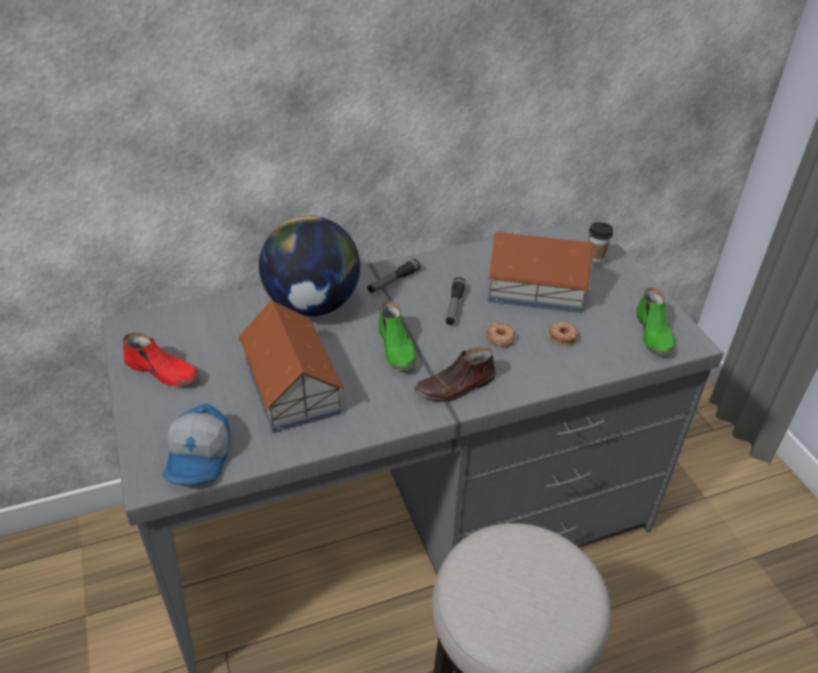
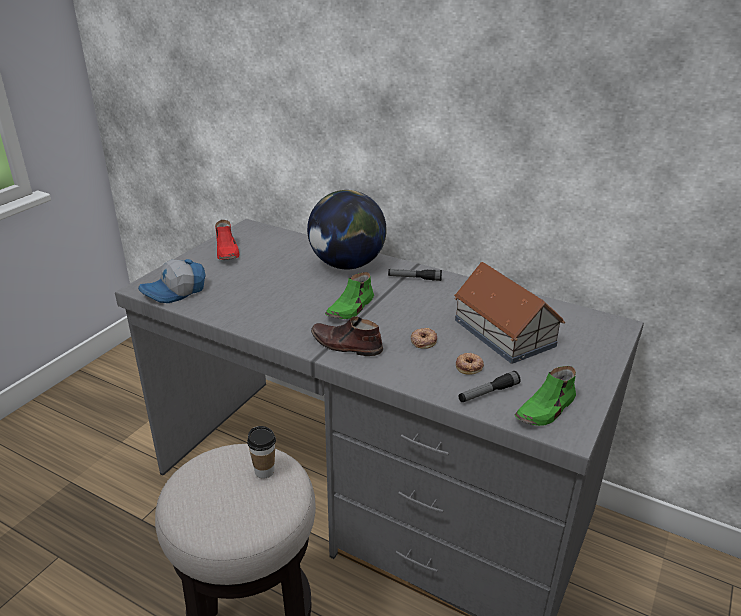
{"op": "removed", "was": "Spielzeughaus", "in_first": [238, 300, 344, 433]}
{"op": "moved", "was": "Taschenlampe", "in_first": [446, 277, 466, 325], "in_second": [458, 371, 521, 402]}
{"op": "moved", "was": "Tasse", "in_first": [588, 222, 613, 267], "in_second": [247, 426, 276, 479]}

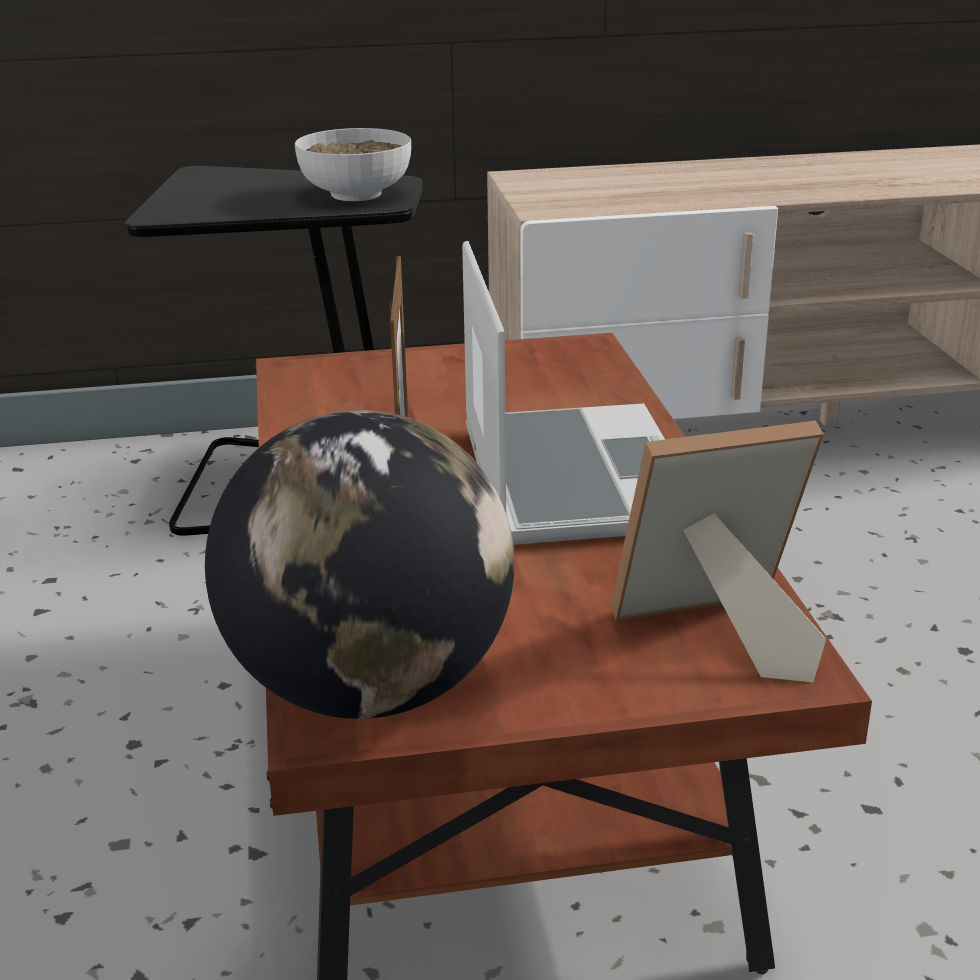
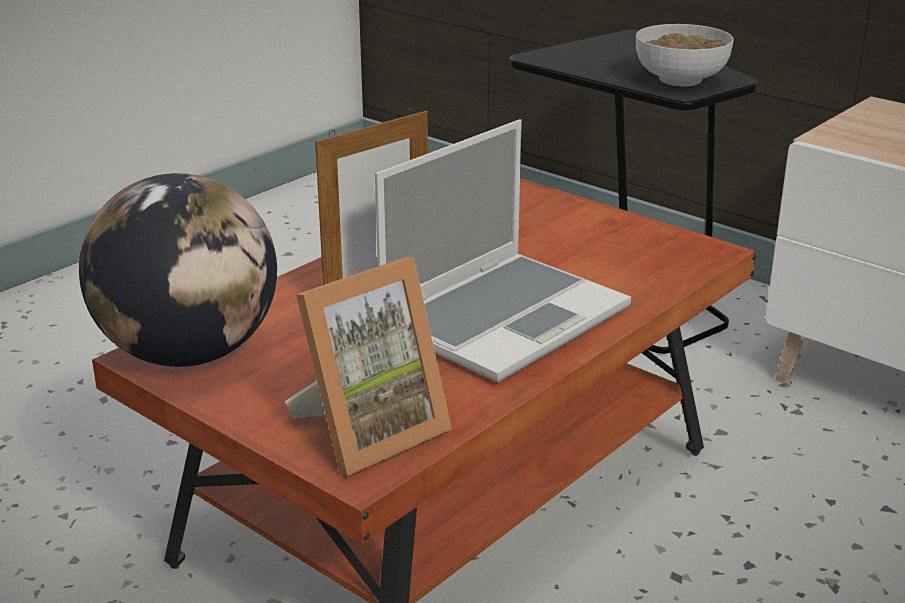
{"op": "turned", "was": "Bilderrahmen", "in_first": [610, 420, 826, 682], "in_second": [284, 257, 452, 476], "clockwise": 105}

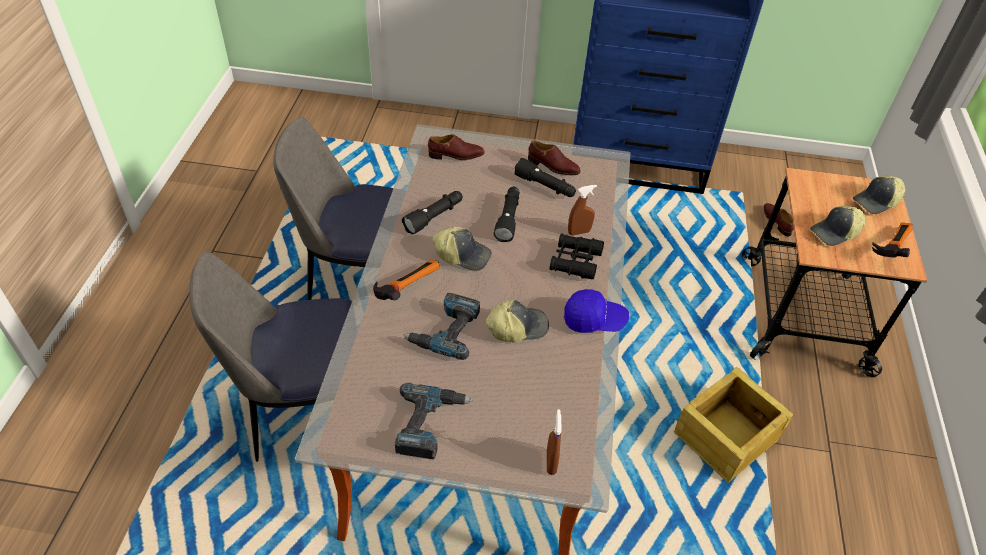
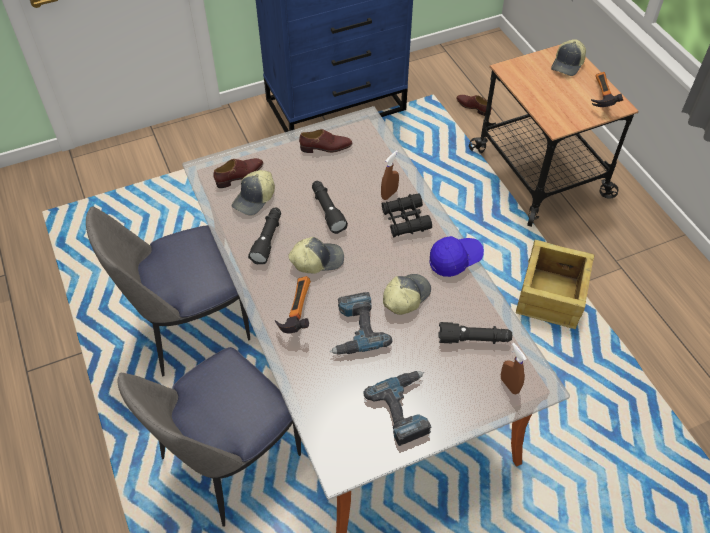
{"op": "moved", "was": "Taschenlampe (schwarz)", "in_first": [514, 158, 576, 197], "in_second": [439, 322, 512, 344]}
{"op": "moved", "was": "Kappe", "in_first": [810, 206, 865, 246], "in_second": [232, 170, 275, 216]}

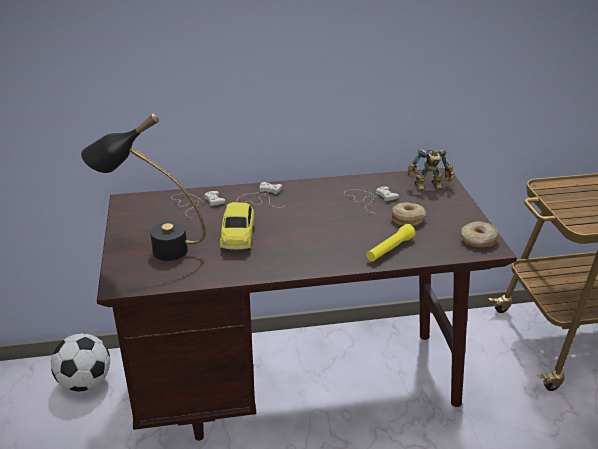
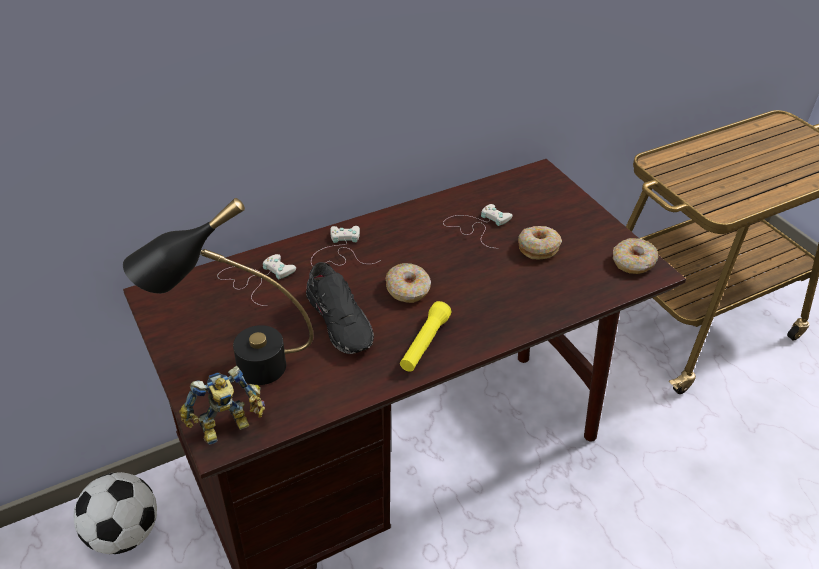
{"op": "added", "now": "Donut", "in_second": [385, 263, 431, 303]}
{"op": "moved", "was": "Taschenlampe (gelb)", "in_first": [366, 224, 416, 262], "in_second": [400, 301, 451, 372]}
{"op": "moved", "was": "Spielzeugroboter", "in_first": [407, 149, 455, 191], "in_second": [179, 366, 265, 445]}
{"op": "replaced", "was": "Spielzeugauto", "now": "Schuh (schwarz)", "in_first": [220, 202, 254, 250], "in_second": [306, 262, 374, 354]}

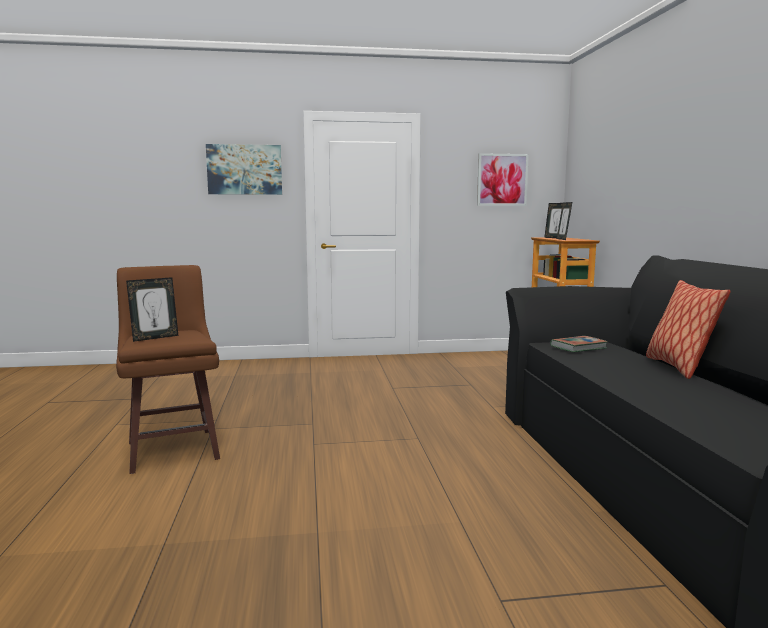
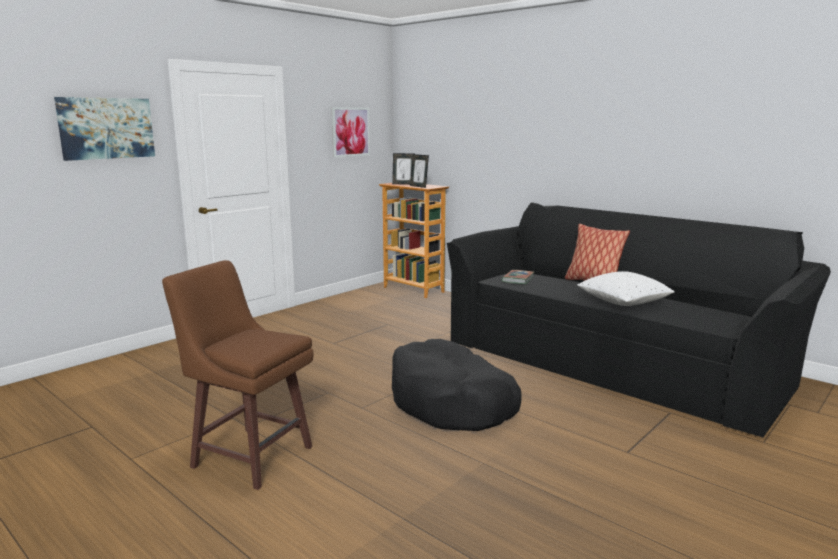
{"op": "removed", "was": "Bilderrahmen", "in_first": [126, 277, 178, 342]}
{"op": "added", "now": "Hundebett (schwarz)", "in_second": [392, 339, 522, 431]}
{"op": "added", "now": "Kissen (weiß)", "in_second": [577, 271, 675, 306]}

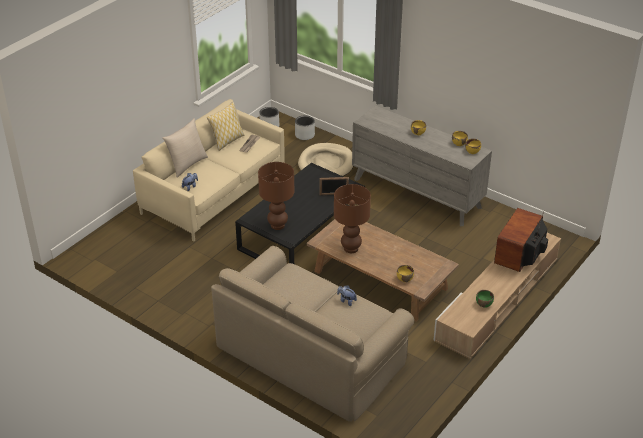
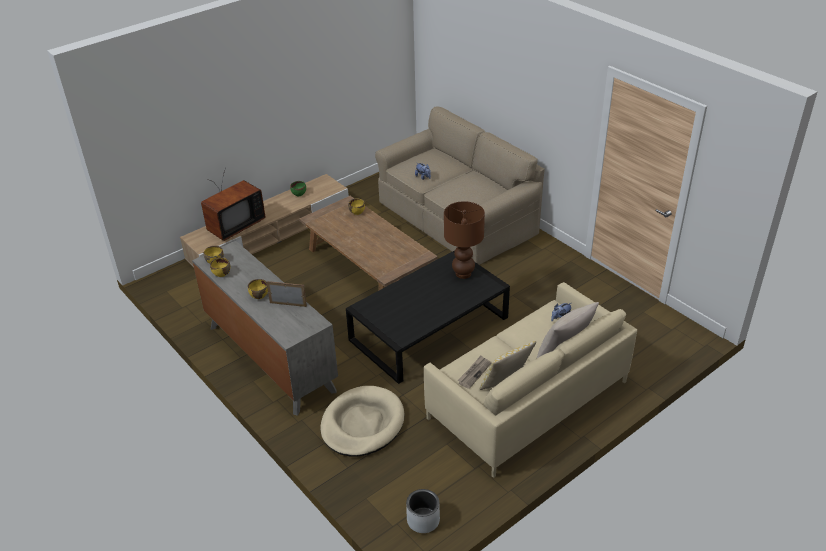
{"op": "removed", "was": "Pflanzkübel (grau)", "in_first": [295, 115, 315, 140]}
{"op": "removed", "was": "Tischlampe (braun)", "in_first": [334, 184, 371, 253]}
{"op": "moved", "was": "Bilderrahmen", "in_first": [320, 177, 349, 195], "in_second": [267, 281, 307, 307]}

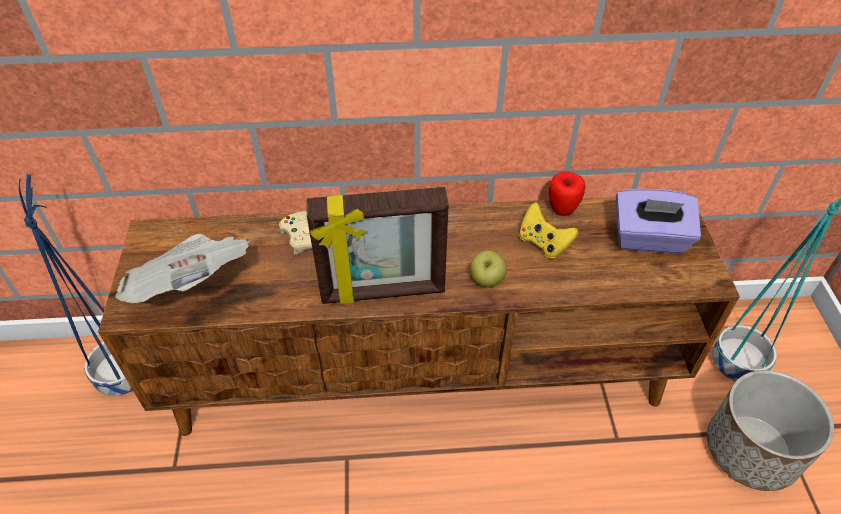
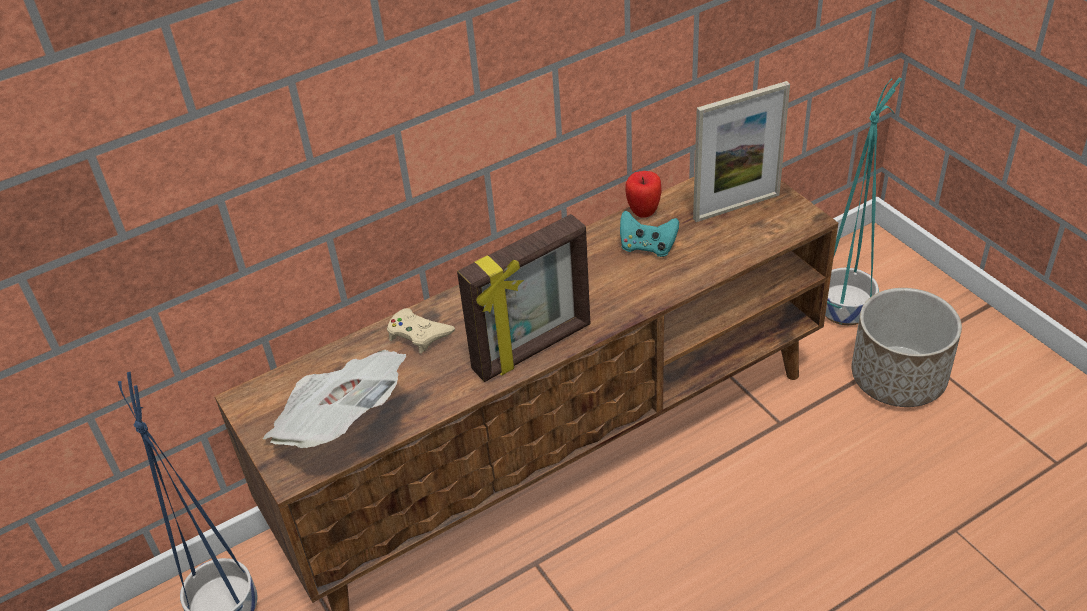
{"op": "removed", "was": "Apfel", "in_first": [470, 250, 507, 287]}
{"op": "replaced", "was": "Taschentuchbox (lila)", "now": "Bilderrahmen", "in_first": [616, 189, 701, 254], "in_second": [693, 81, 790, 222]}
{"op": "recoloured", "was": "Gamepad (gelb)", "now": "Gamepad (türkis)", "in_first": [519, 202, 578, 258], "in_second": [620, 211, 679, 257]}

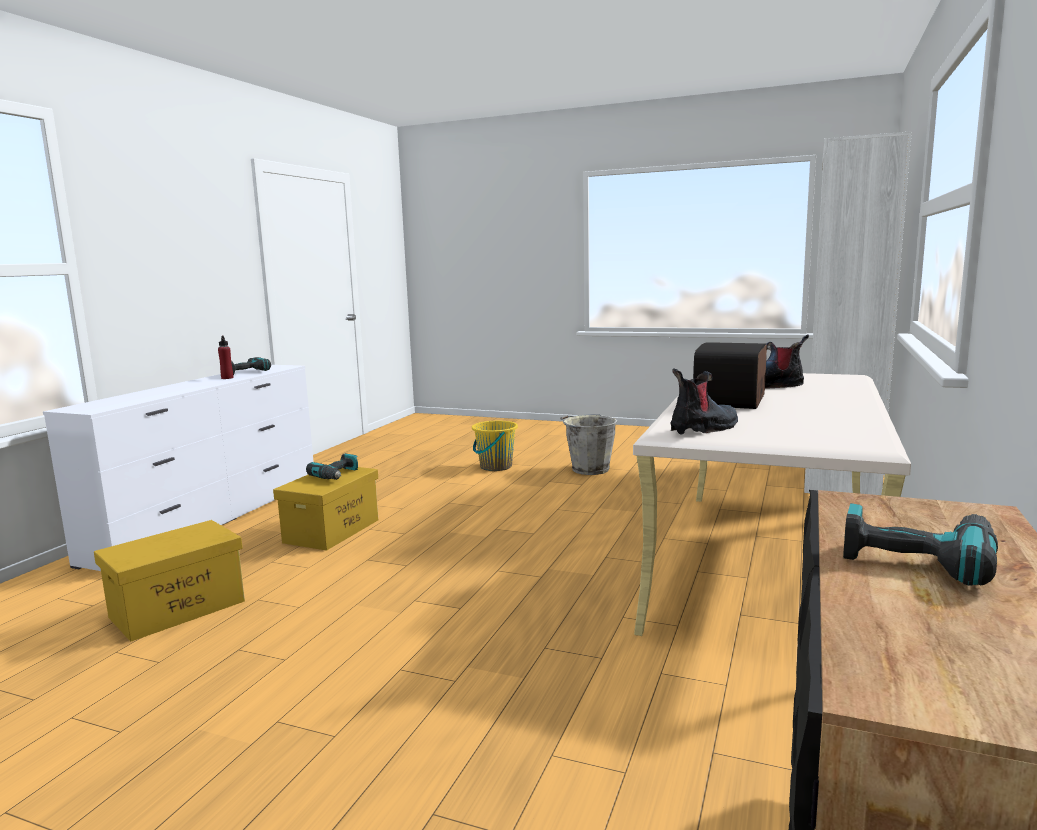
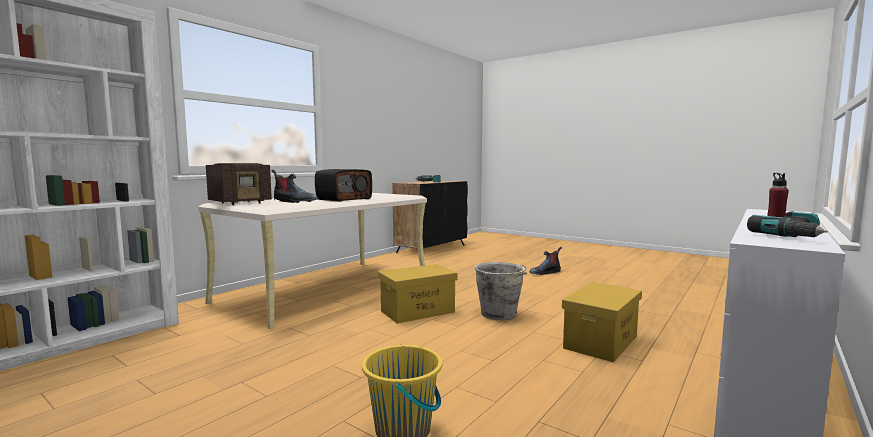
{"op": "removed", "was": "Bohrmaschine", "in_first": [306, 453, 358, 480]}
{"op": "added", "now": "Radio", "in_second": [206, 163, 272, 205]}
{"op": "moved", "was": "Aufbewahrungsbox (gelb)", "in_first": [94, 520, 245, 642], "in_second": [378, 264, 458, 324]}
{"op": "moved", "was": "Eimer (grau)", "in_first": [560, 414, 617, 475], "in_second": [474, 262, 527, 320]}
{"op": "moved", "was": "Stiefel", "in_first": [670, 368, 738, 435], "in_second": [530, 247, 562, 275]}

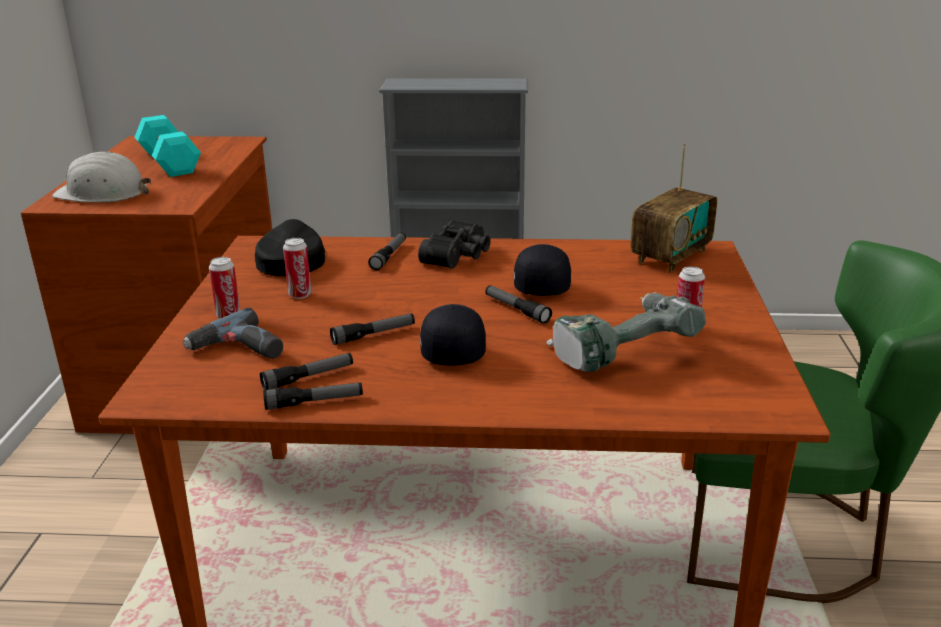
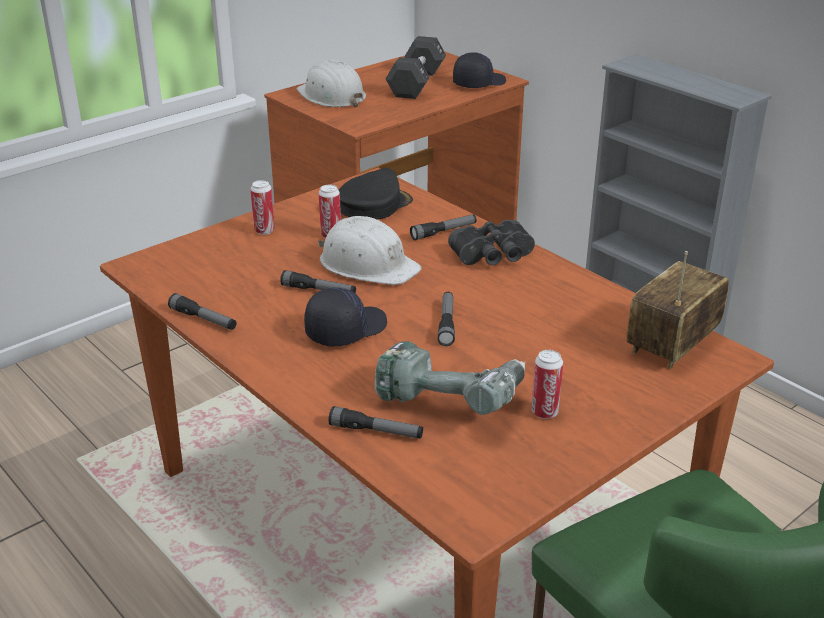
{"op": "removed", "was": "Bohrmaschine", "in_first": [182, 308, 283, 359]}
{"op": "added", "now": "Schutzhelm (weiß)", "in_second": [318, 216, 422, 285]}
{"op": "moved", "was": "Taschenlampe", "in_first": [260, 353, 353, 390], "in_second": [328, 406, 423, 439]}
{"op": "moved", "was": "Kappe (schwarz)", "in_first": [514, 244, 571, 296], "in_second": [453, 52, 506, 88]}
{"op": "recoloured", "was": "Hantel (türkis)", "now": "Hantel (schwarz)", "in_first": [134, 115, 201, 177], "in_second": [385, 36, 446, 99]}
{"op": "turned", "was": "Radio", "in_first": [631, 143, 717, 273], "in_second": [626, 251, 729, 369], "clockwise": 135}

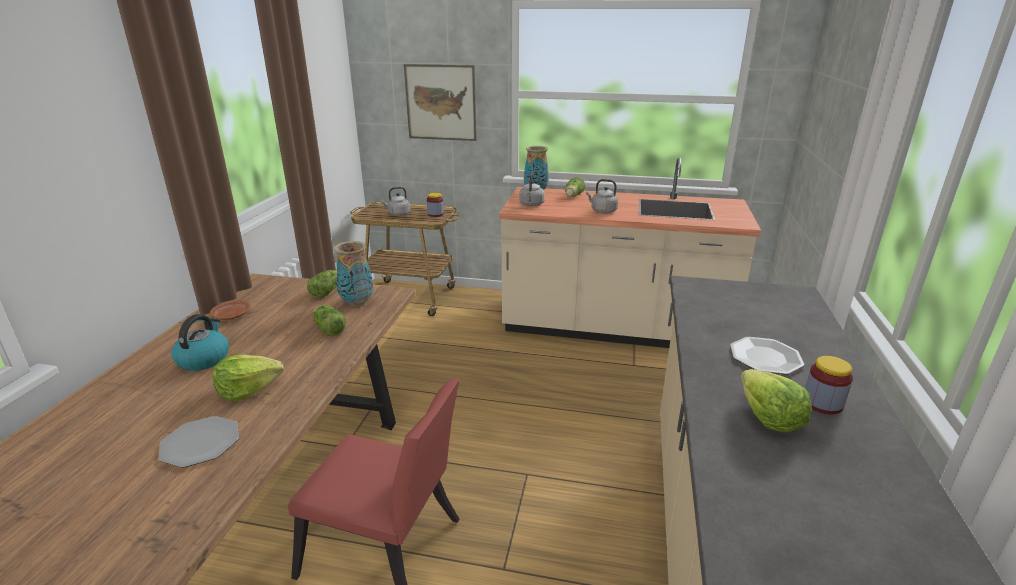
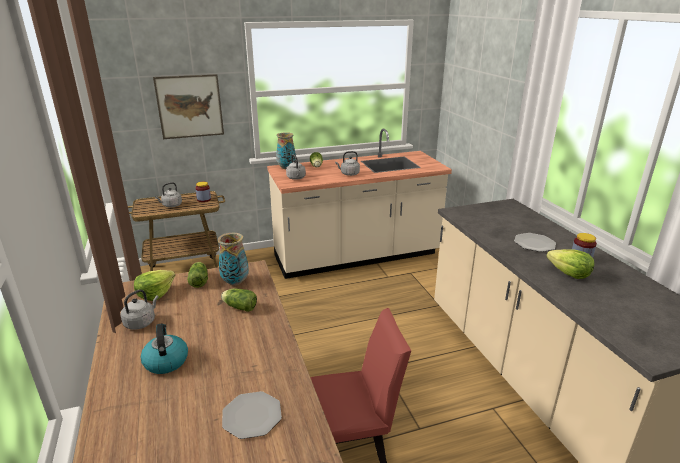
{"op": "moved", "was": "Salatkopf", "in_first": [212, 355, 284, 401], "in_second": [134, 270, 176, 301]}
{"op": "replaced", "was": "Teller (braun)", "now": "Wasserkessel (grau)", "in_first": [210, 300, 250, 320], "in_second": [120, 289, 159, 330]}

